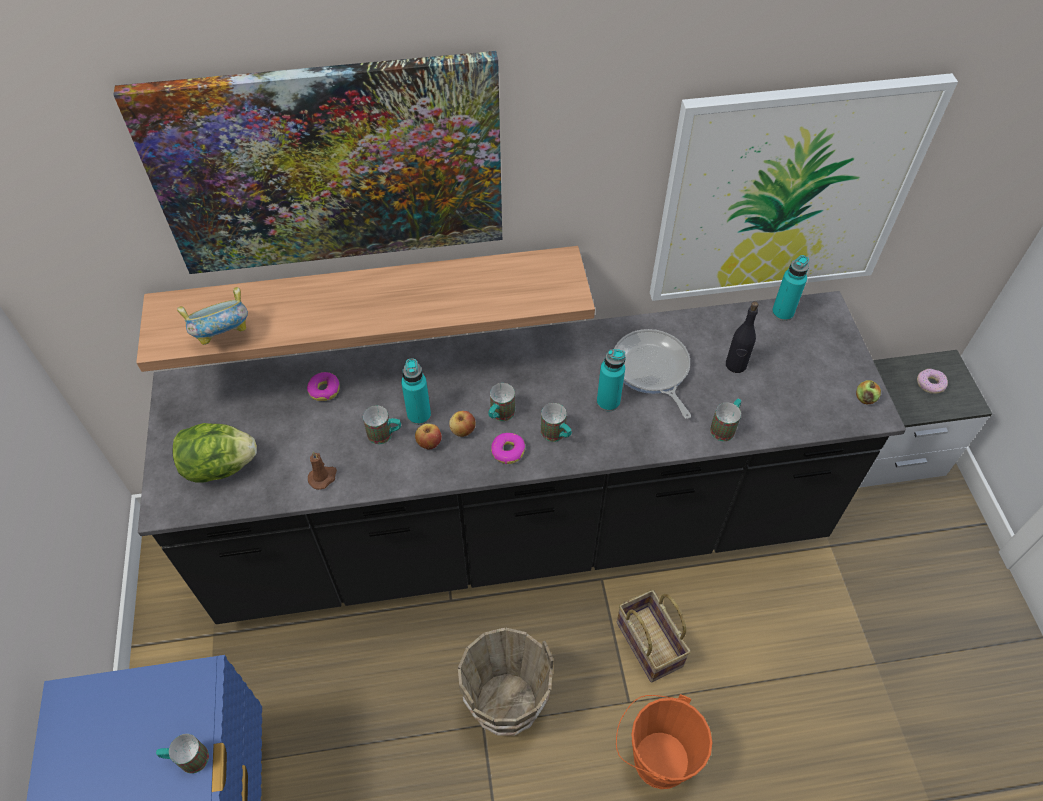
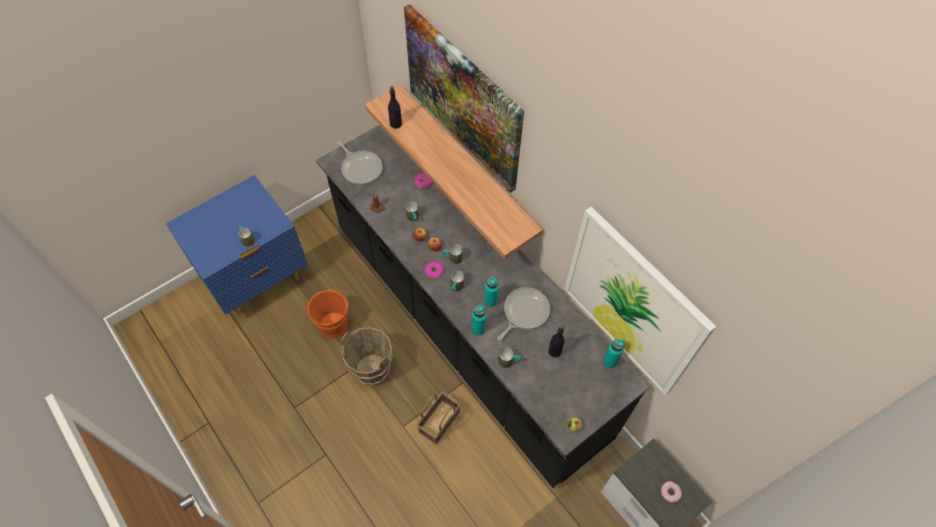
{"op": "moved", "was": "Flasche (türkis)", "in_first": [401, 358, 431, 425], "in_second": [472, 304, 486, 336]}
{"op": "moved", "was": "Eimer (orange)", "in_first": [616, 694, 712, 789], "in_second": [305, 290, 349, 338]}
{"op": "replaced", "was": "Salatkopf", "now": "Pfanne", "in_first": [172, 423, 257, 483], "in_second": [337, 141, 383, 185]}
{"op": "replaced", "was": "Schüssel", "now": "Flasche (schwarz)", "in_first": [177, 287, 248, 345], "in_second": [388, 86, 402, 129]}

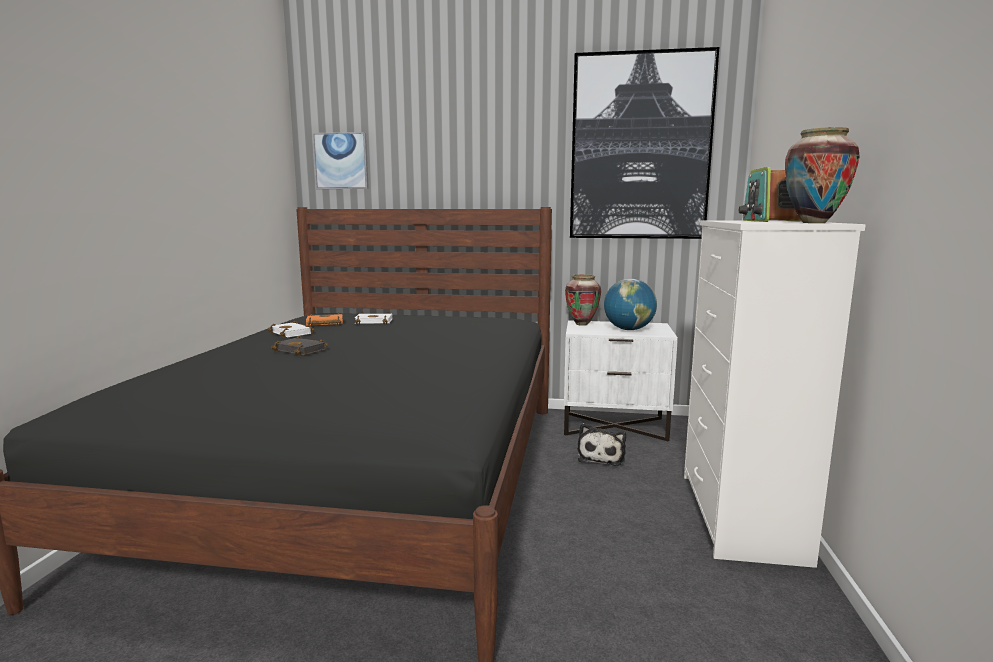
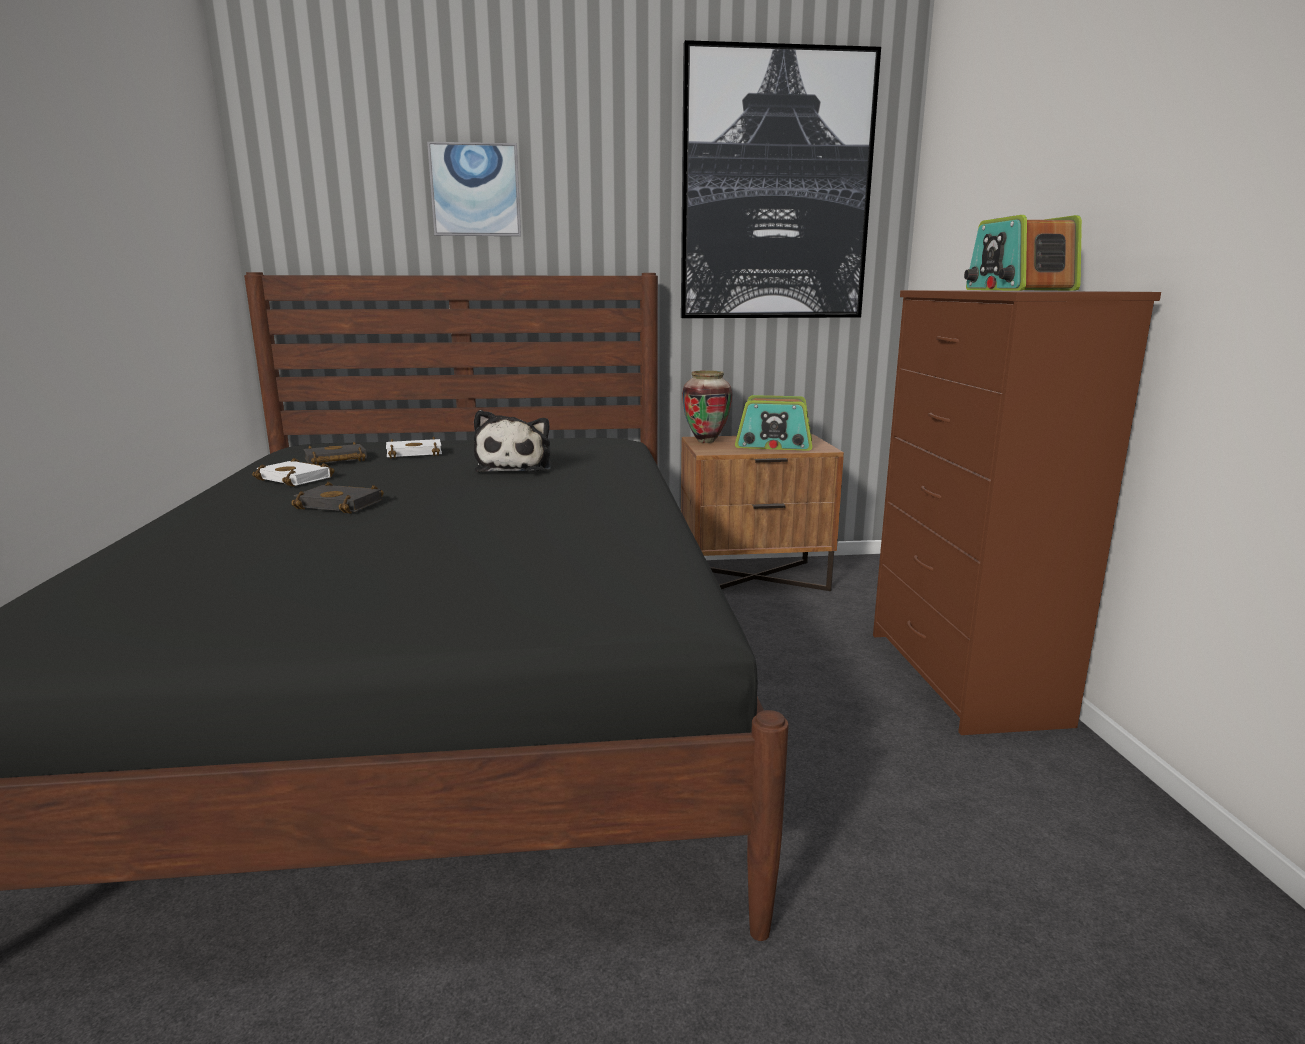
{"op": "removed", "was": "Vase", "in_first": [785, 127, 860, 223]}
{"op": "moved", "was": "Bild", "in_first": [313, 132, 369, 189], "in_second": [427, 142, 521, 236]}
{"op": "moved", "was": "Plüschtier", "in_first": [577, 423, 626, 466], "in_second": [474, 410, 551, 472]}
{"op": "replaced", "was": "Globus", "now": "Radio", "in_first": [604, 278, 657, 330], "in_second": [735, 395, 812, 451]}
{"op": "recoloured", "was": "Buch (orange)", "now": "Buch (schwarz)", "in_first": [306, 313, 343, 326], "in_second": [304, 442, 367, 465]}
{"op": "recoloured", "was": "Nachttisch (weiß)", "now": "Nachttisch (braun)", "in_first": [564, 320, 678, 442], "in_second": [681, 434, 844, 591]}
{"op": "recoloured", "was": "Kommode (weiß)", "now": "Kommode (braun)", "in_first": [684, 220, 866, 568], "in_second": [873, 290, 1161, 735]}

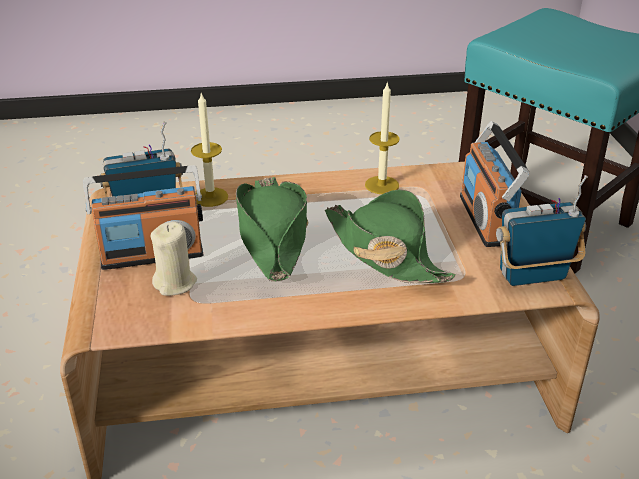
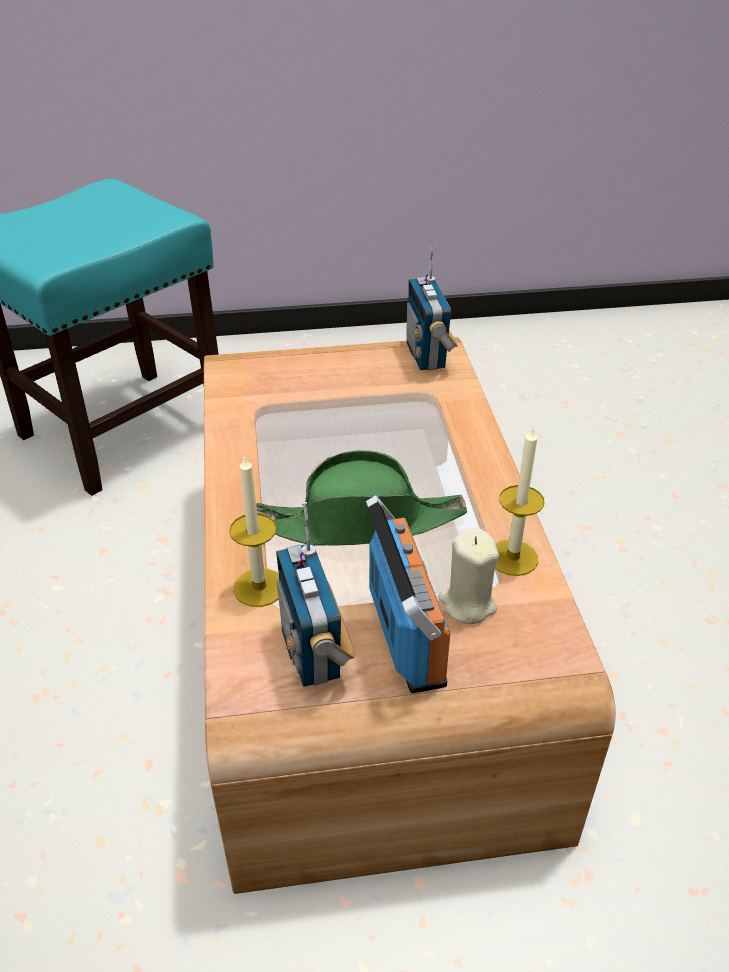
{"op": "removed", "was": "Hut (grün)", "in_first": [325, 189, 456, 283]}
{"op": "removed", "was": "Radio", "in_first": [460, 121, 530, 247]}
{"op": "moved", "was": "Kerze", "in_first": [365, 81, 399, 194], "in_second": [495, 428, 545, 576]}

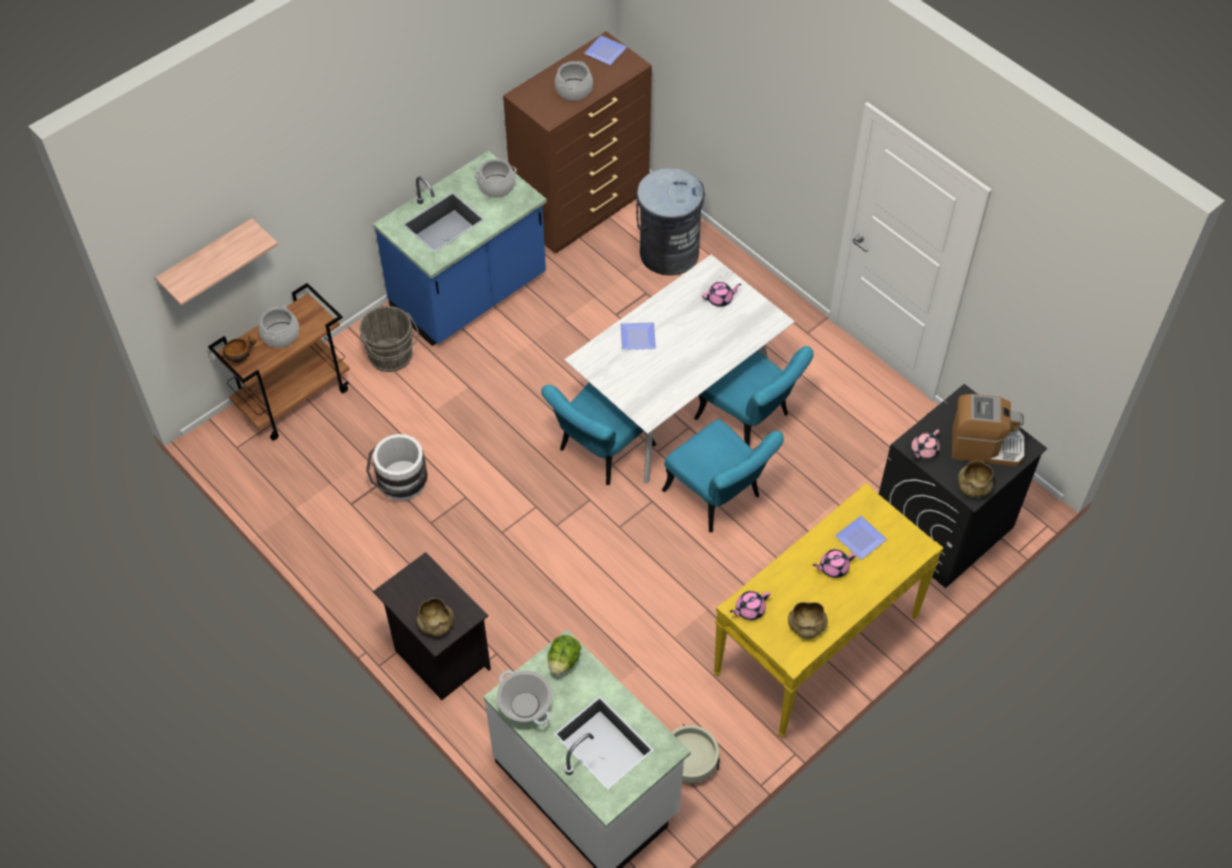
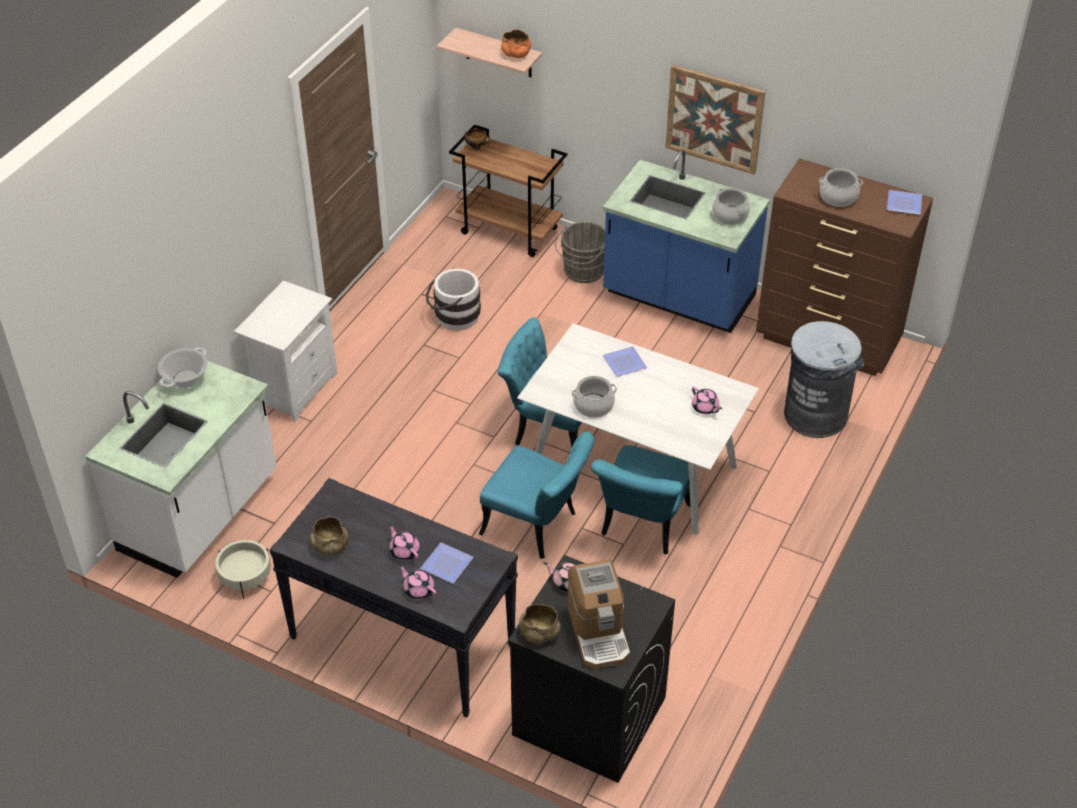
{"op": "removed", "was": "Schüssel (beige)", "in_first": [416, 598, 454, 637]}
{"op": "removed", "was": "Salatkopf", "in_first": [548, 635, 581, 675]}
{"op": "added", "now": "Schüssel (orange)", "in_second": [501, 29, 531, 58]}
{"op": "added", "now": "Bild", "in_second": [665, 65, 765, 175]}
{"op": "moved", "was": "Kochtopf", "in_first": [259, 305, 299, 348], "in_second": [571, 376, 617, 418]}
{"op": "moved", "was": "Teekanne (rosa)", "in_first": [730, 591, 770, 620], "in_second": [398, 565, 436, 599]}
{"op": "recoloured", "was": "Nachttisch (schwarz)", "now": "Nachttisch (weiß)", "in_first": [373, 552, 491, 700], "in_second": [234, 280, 337, 422]}
{"op": "recoloured", "was": "Konsolentisch (gelb)", "now": "Konsolentisch (schwarz)", "in_first": [713, 483, 943, 738], "in_second": [269, 478, 518, 717]}
{"op": "turned", "was": "Stuhl (türkis)", "in_first": [662, 419, 784, 532], "in_second": [479, 431, 594, 559], "clockwise": -90}

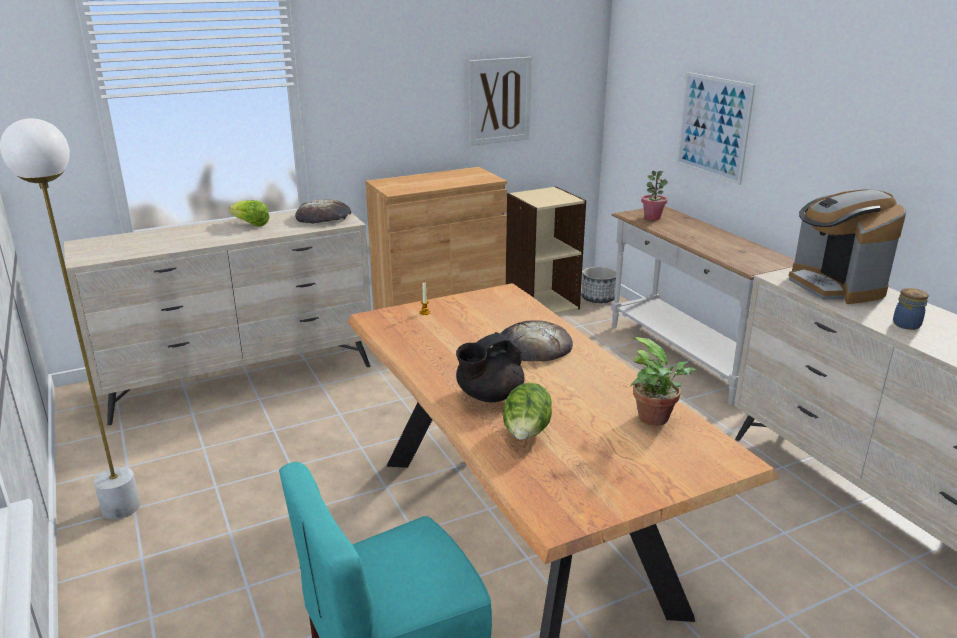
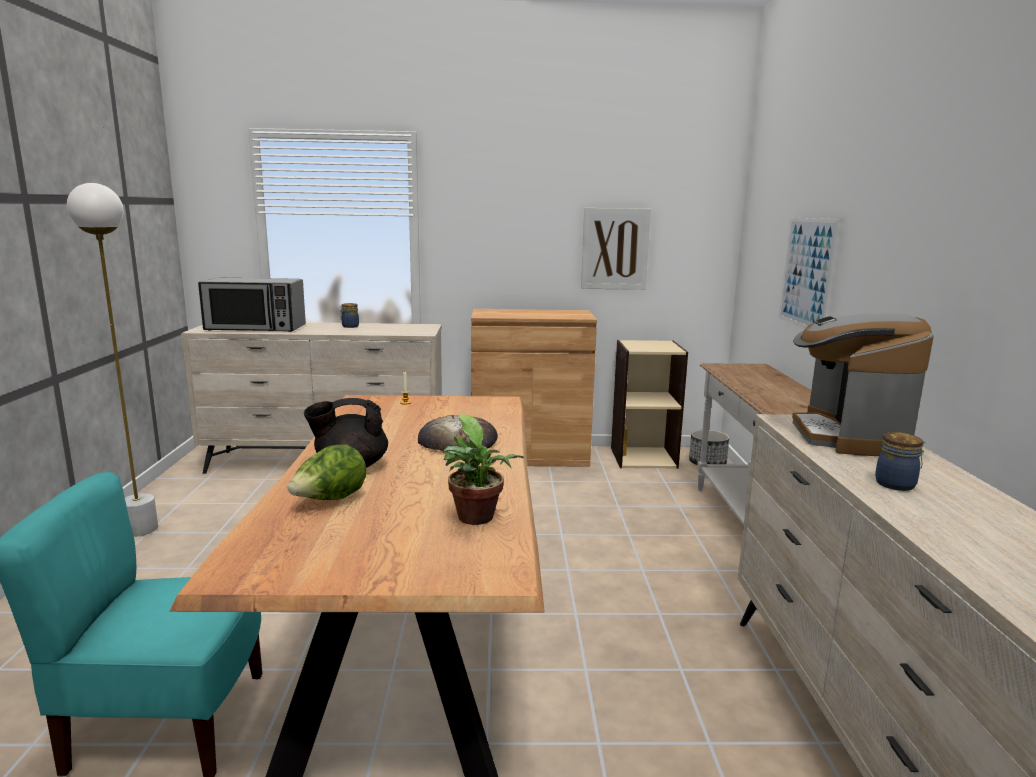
{"op": "removed", "was": "Brot", "in_first": [295, 199, 351, 224]}
{"op": "removed", "was": "Topfpflanze", "in_first": [641, 171, 668, 220]}
{"op": "added", "now": "Mikrowelle", "in_second": [198, 277, 306, 332]}
{"op": "replaced", "was": "Salatkopf", "now": "Vorratsglas", "in_first": [229, 200, 270, 226], "in_second": [340, 303, 359, 328]}

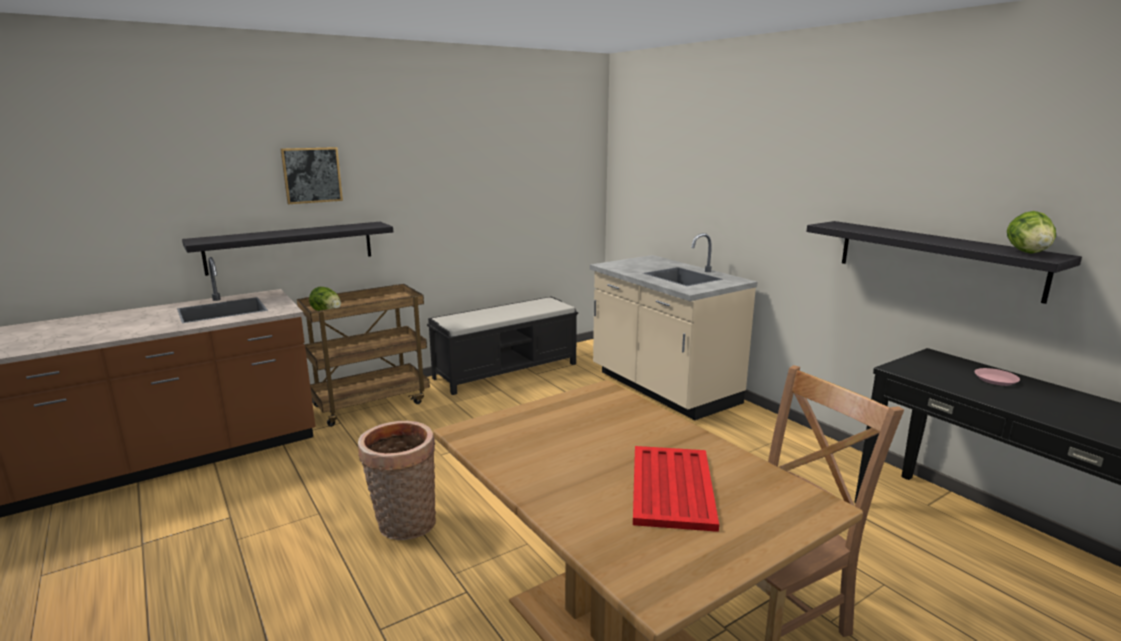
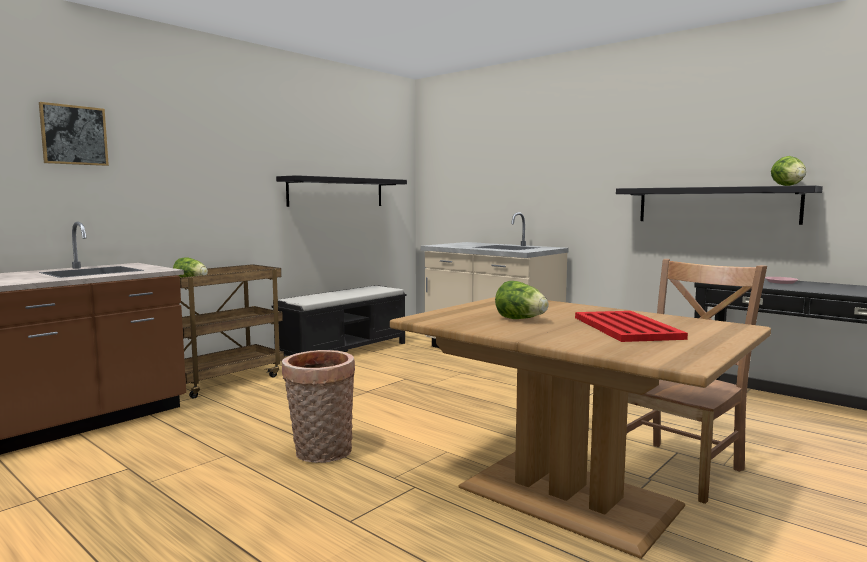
{"op": "added", "now": "Salatkopf", "in_second": [495, 281, 549, 319]}
{"op": "moved", "was": "Wandregal (schwarz)", "in_first": [182, 222, 393, 276], "in_second": [276, 175, 407, 207]}
{"op": "moved", "was": "Bild", "in_first": [280, 147, 343, 204], "in_second": [39, 102, 109, 166]}

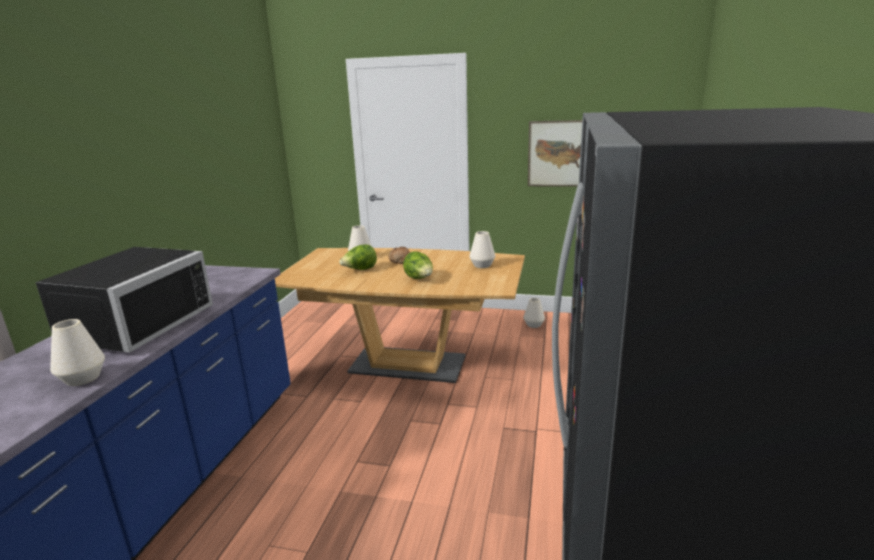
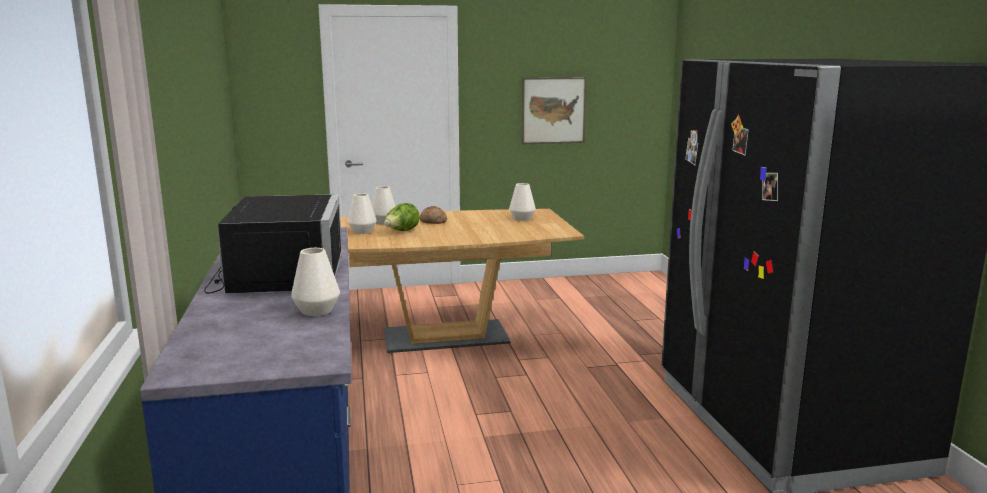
{"op": "removed", "was": "Salatkopf", "in_first": [403, 251, 433, 279]}
{"op": "moved", "was": "Vase (weiß)", "in_first": [524, 298, 545, 328], "in_second": [348, 193, 377, 234]}

